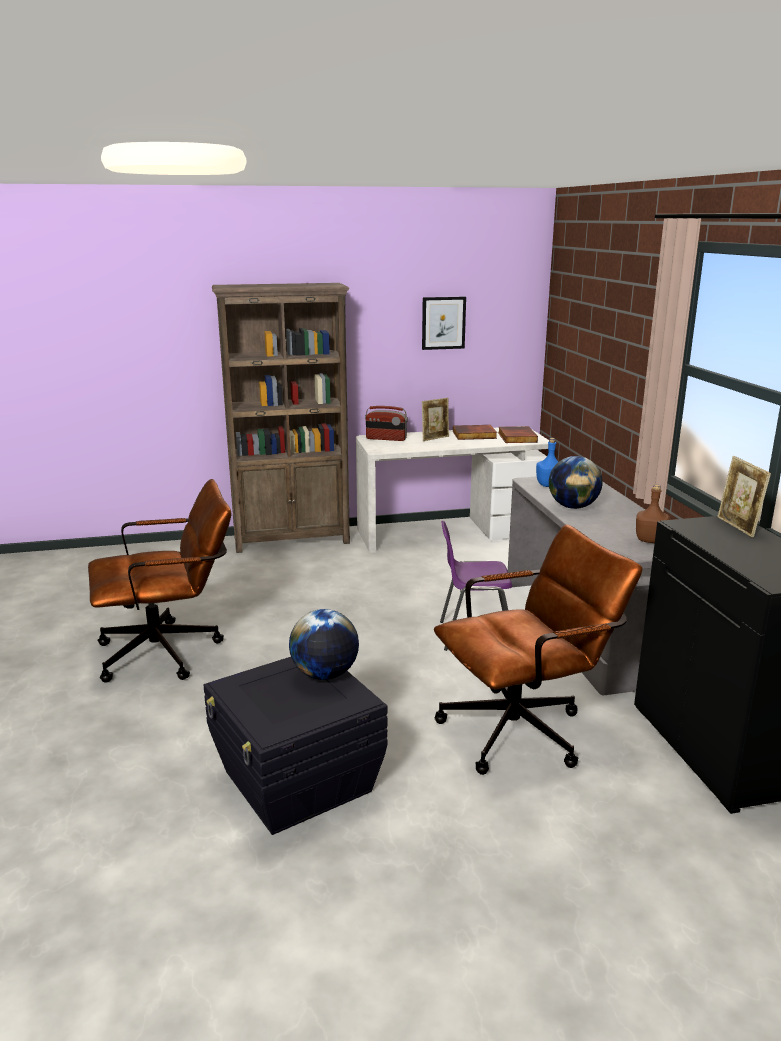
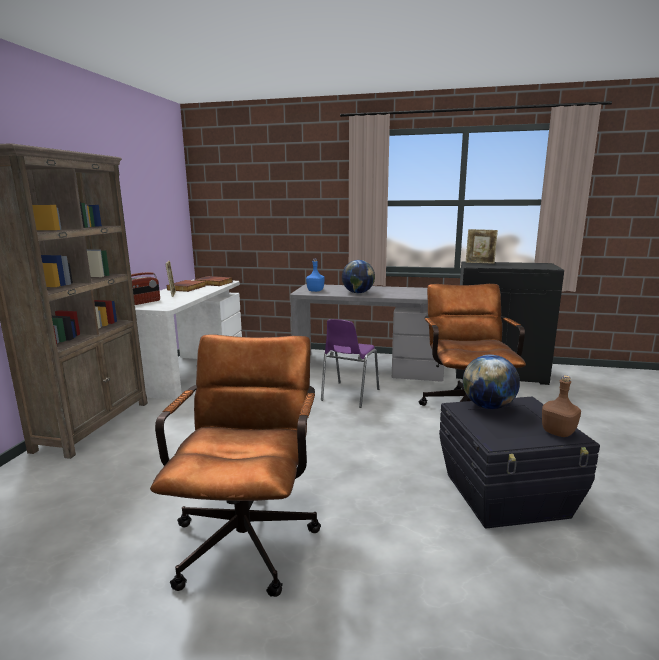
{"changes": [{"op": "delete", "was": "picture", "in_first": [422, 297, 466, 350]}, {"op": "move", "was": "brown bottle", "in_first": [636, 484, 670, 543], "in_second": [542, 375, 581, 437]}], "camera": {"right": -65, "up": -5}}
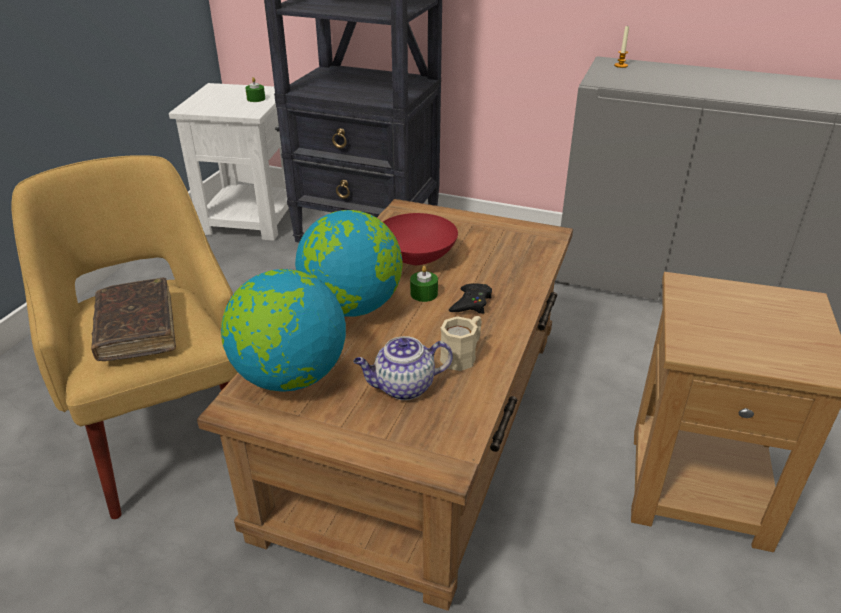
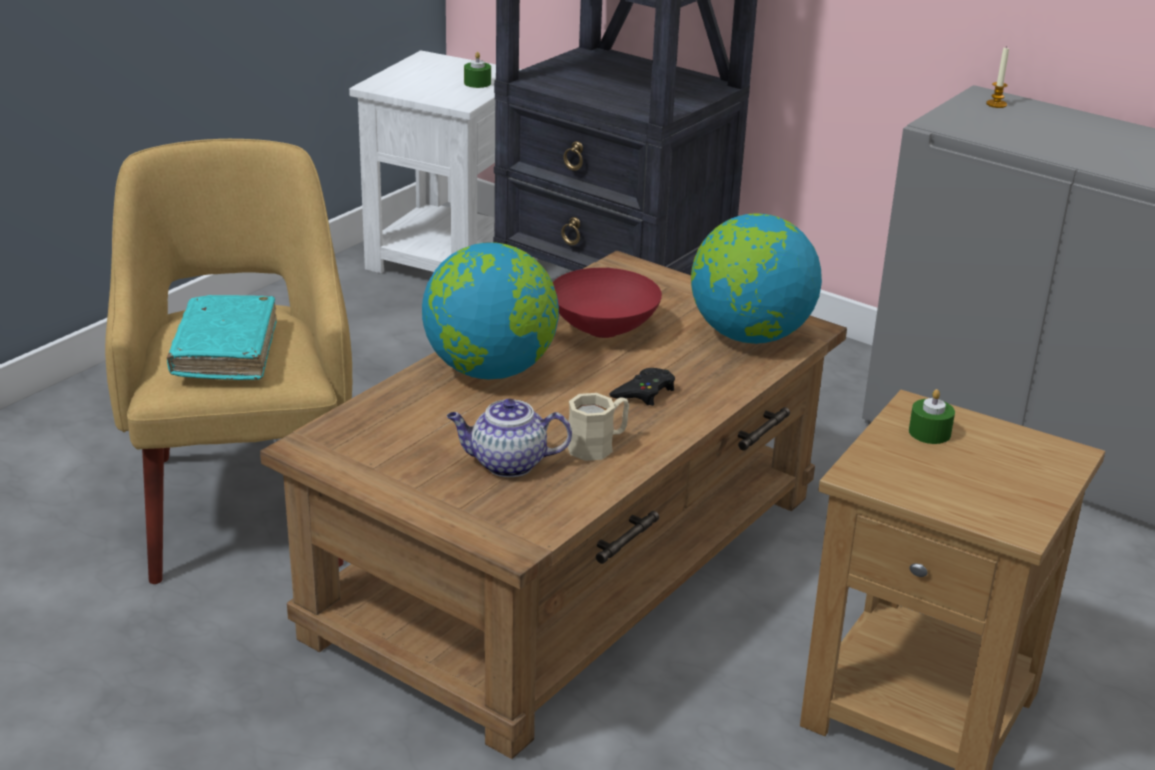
{"changes": [{"op": "move", "was": "globe", "in_first": [221, 269, 346, 392], "in_second": [691, 213, 822, 344]}, {"op": "move", "was": "green candle", "in_first": [410, 266, 438, 302], "in_second": [909, 389, 955, 444]}, {"op": "recolor", "was": "brown book", "now": "turquoise book", "in_first": [91, 278, 176, 361], "in_second": [167, 295, 277, 380]}], "camera": {"right": 15, "up": -5}}
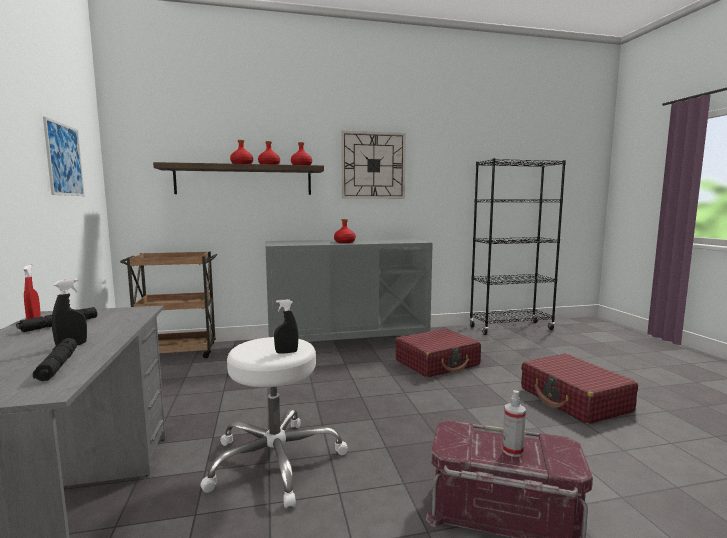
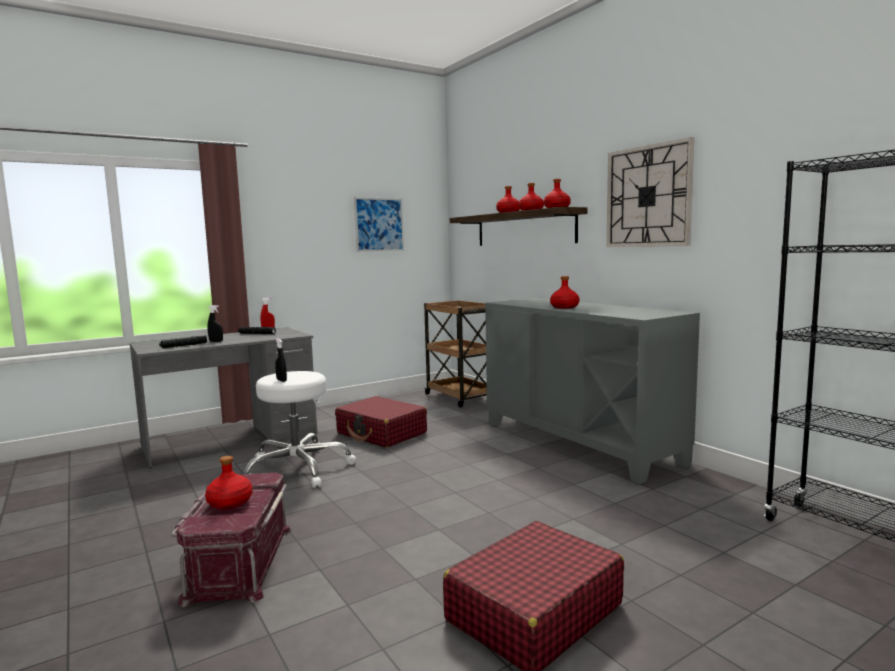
{"changes": [{"op": "move", "was": "red suitcase", "in_first": [395, 329, 481, 377], "in_second": [335, 396, 427, 448]}, {"op": "replace", "was": "spray bottle", "now": "red bottle", "in_first": [502, 390, 526, 457], "in_second": [205, 456, 252, 509]}], "camera": {"right": 70, "up": 0}}
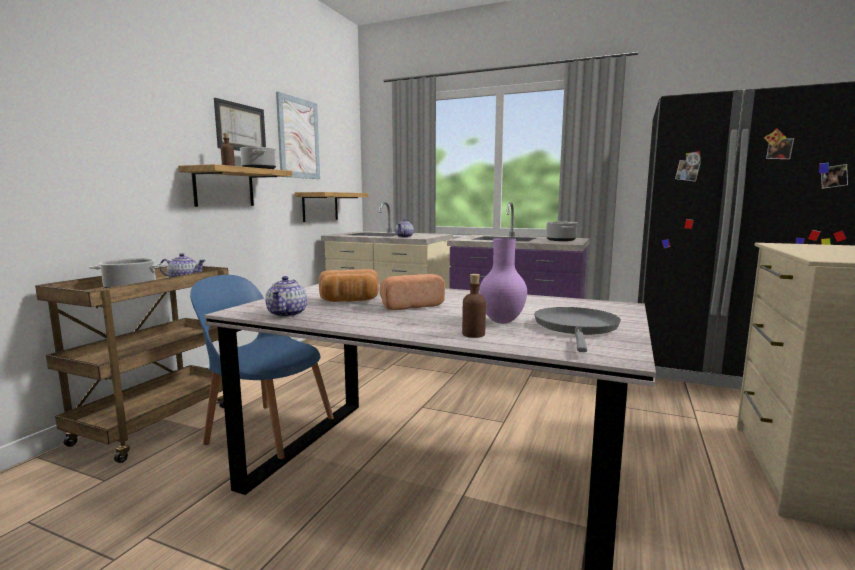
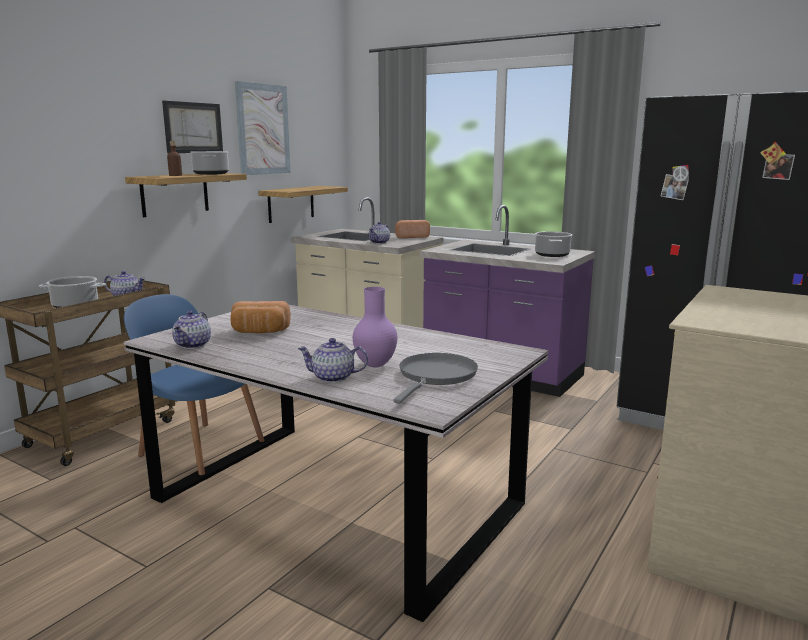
{"changes": [{"op": "move", "was": "bread", "in_first": [380, 274, 445, 310], "in_second": [395, 220, 430, 238]}, {"op": "replace", "was": "brown bottle", "now": "teapot", "in_first": [462, 274, 486, 338], "in_second": [297, 338, 368, 383]}], "camera": {"right": 10, "up": 5}}
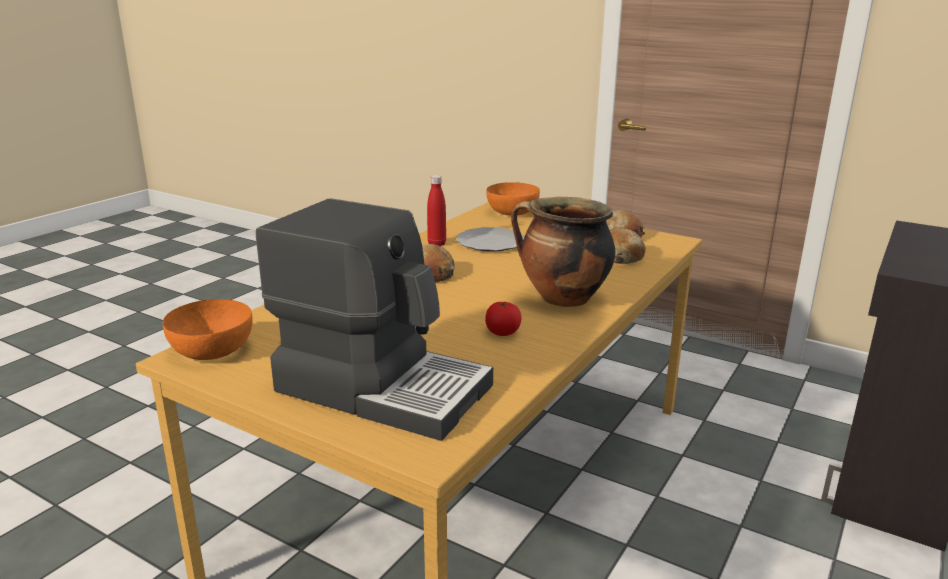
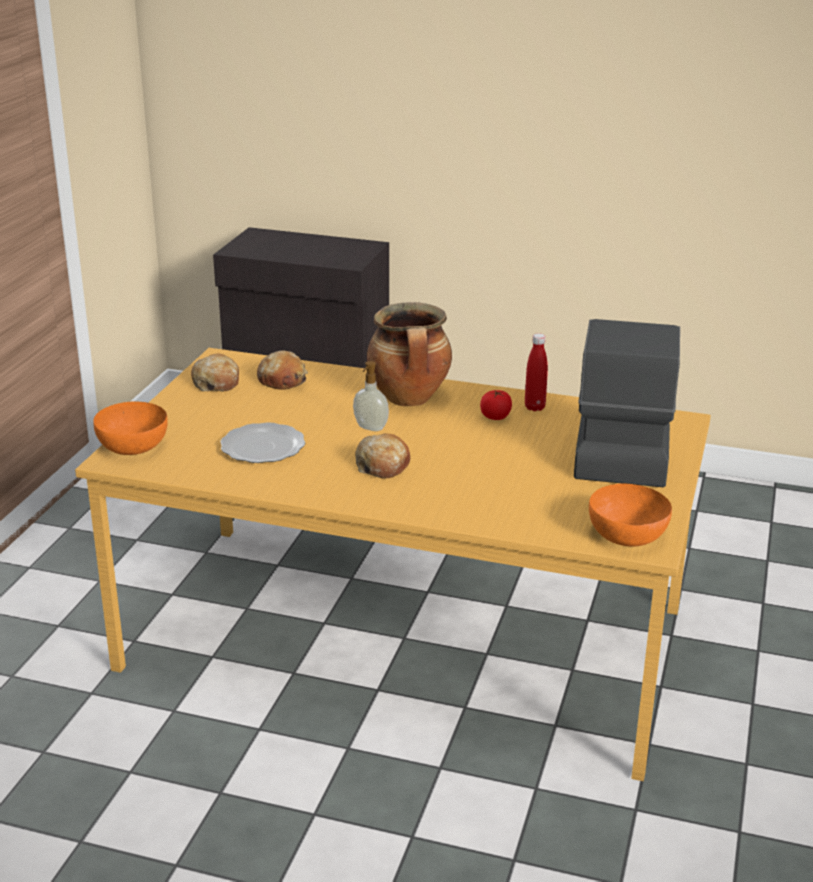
{"changes": [{"op": "insert", "now": "soap dispenser", "in_second": [353, 361, 389, 431]}, {"op": "move", "was": "red bottle", "in_first": [427, 175, 446, 246], "in_second": [525, 333, 548, 411]}], "camera": {"right": -105, "up": 5}}
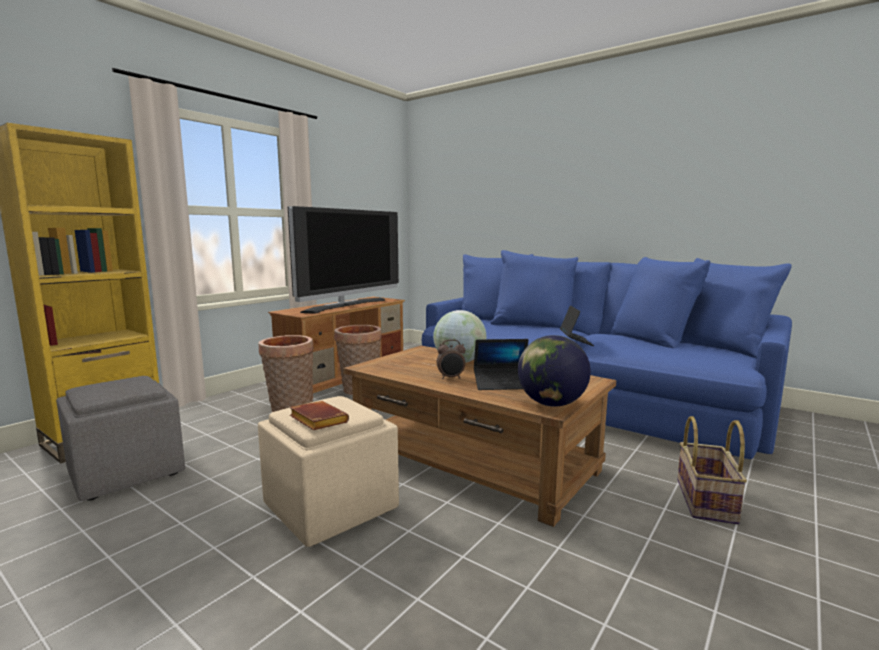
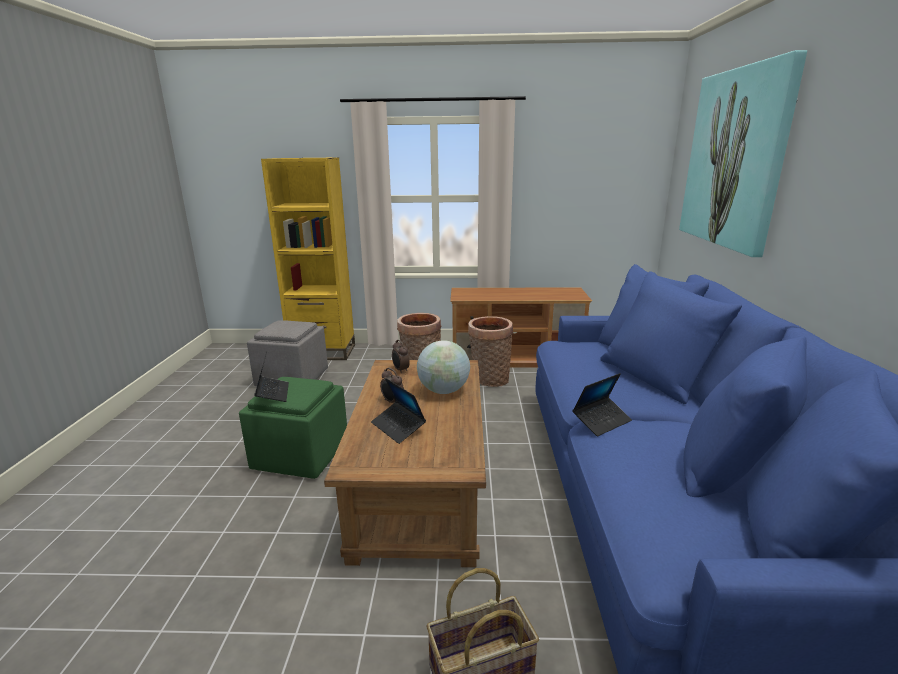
{"changes": [{"op": "delete", "was": "television", "in_first": [288, 206, 399, 313]}, {"op": "delete", "was": "globe", "in_first": [518, 335, 591, 407]}, {"op": "insert", "now": "alarm clock", "in_second": [392, 340, 410, 374]}, {"op": "insert", "now": "picture", "in_second": [679, 50, 807, 257]}, {"op": "replace", "was": "brown book", "now": "laptop", "in_first": [290, 401, 349, 430], "in_second": [254, 351, 289, 402]}, {"op": "recolor", "was": "beige ottoman", "now": "green ottoman", "in_first": [258, 396, 399, 547], "in_second": [239, 377, 347, 479]}], "camera": {"right": 55, "up": 10}}
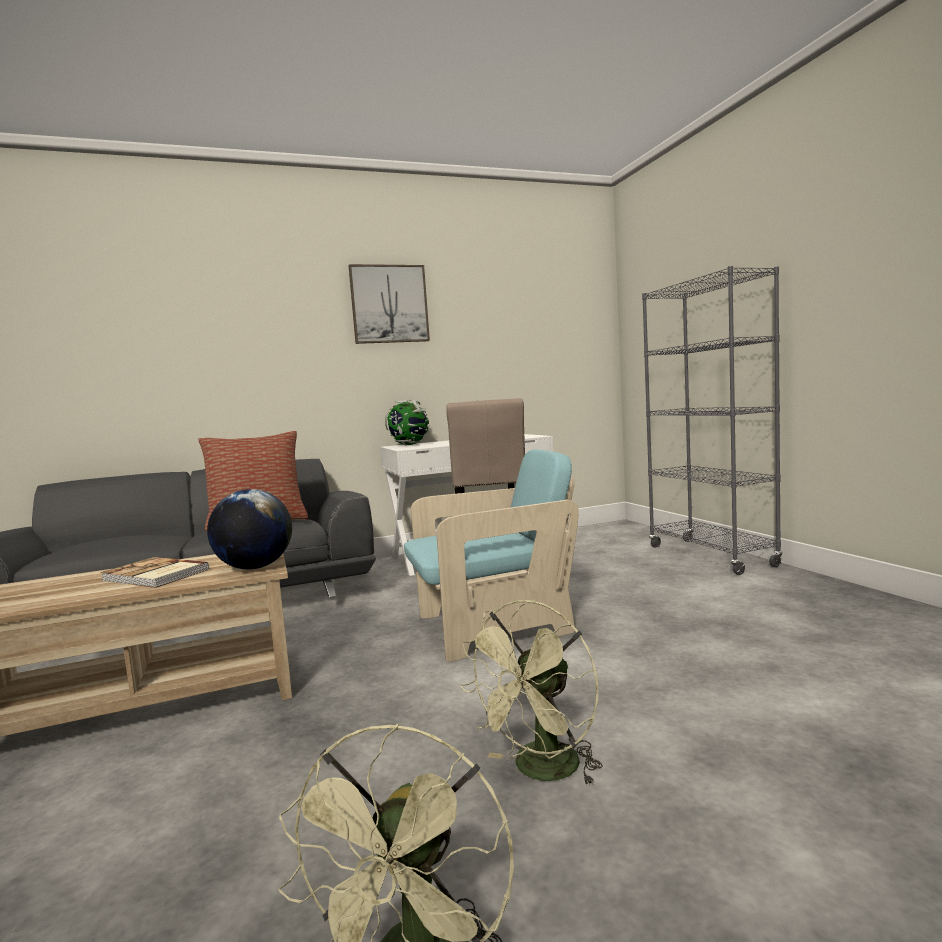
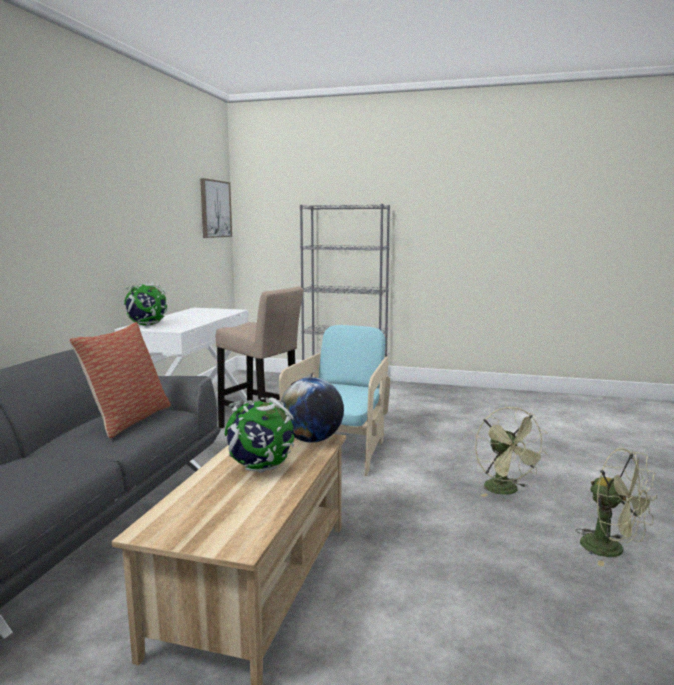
{"changes": [{"op": "move", "was": "picture", "in_first": [349, 264, 430, 344], "in_second": [200, 178, 232, 238]}, {"op": "replace", "was": "book", "now": "globe", "in_first": [100, 557, 209, 588], "in_second": [225, 397, 294, 473]}], "camera": {"right": -55, "up": 5}}
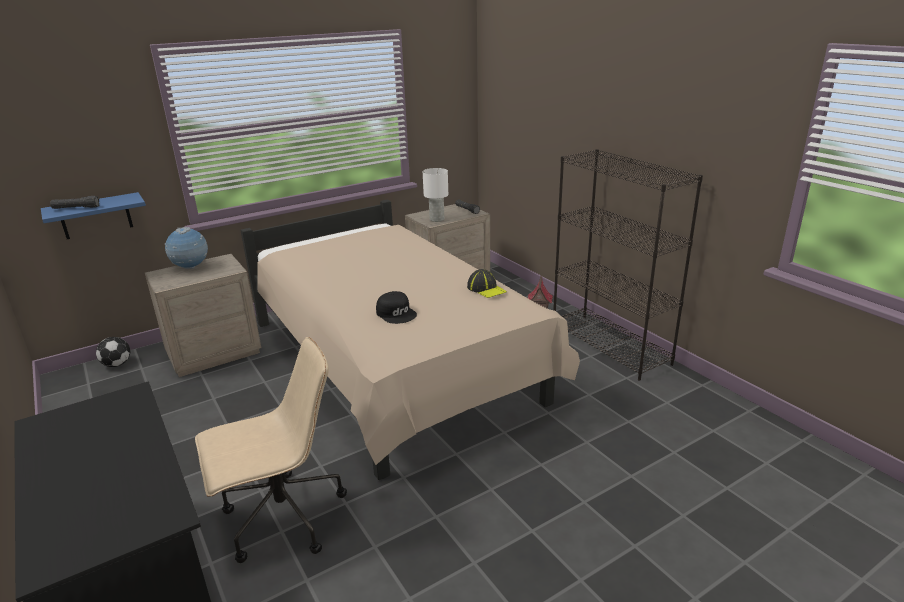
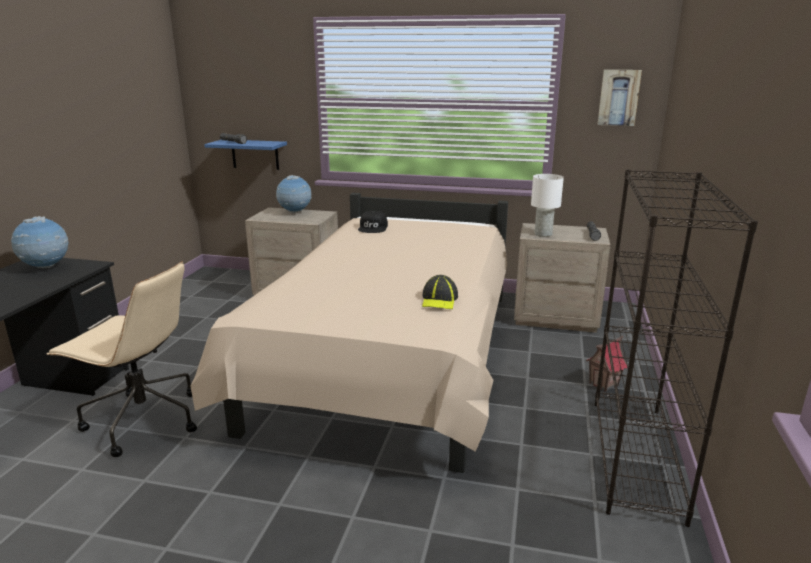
{"changes": [{"op": "delete", "was": "football", "in_first": [96, 337, 130, 367]}, {"op": "insert", "now": "globe", "in_second": [11, 216, 68, 268]}, {"op": "insert", "now": "picture", "in_second": [598, 70, 642, 126]}, {"op": "move", "was": "black cap", "in_first": [376, 291, 417, 324], "in_second": [358, 211, 388, 233]}], "camera": {"right": 45, "up": -5}}
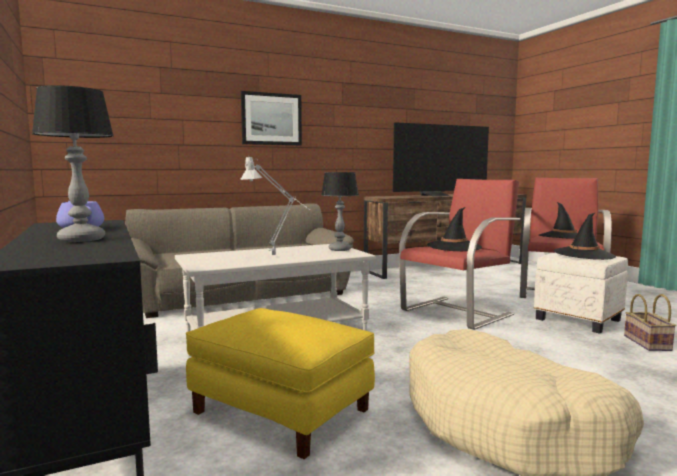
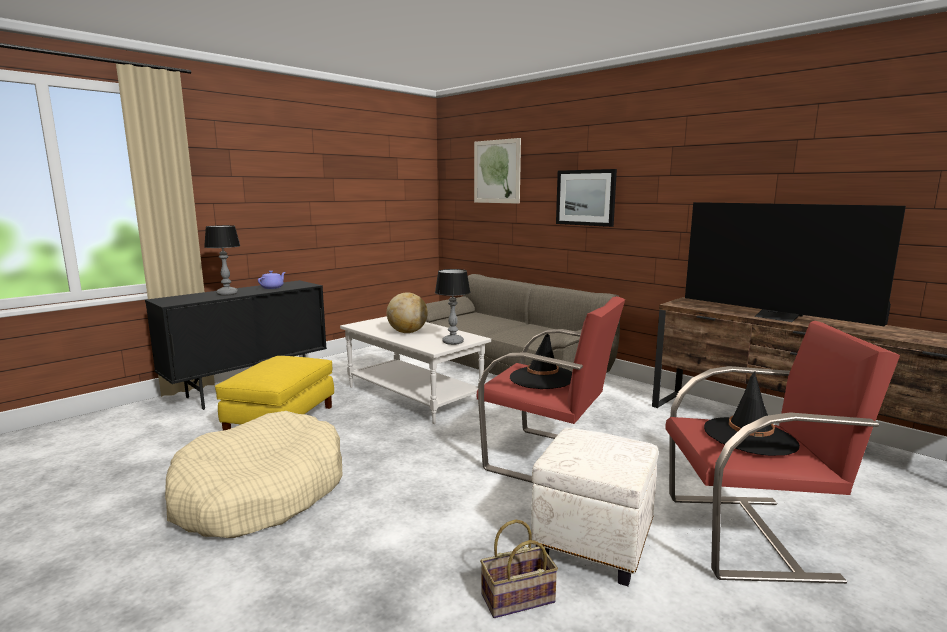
{"changes": [{"op": "delete", "was": "black hat", "in_first": [554, 212, 616, 260]}, {"op": "insert", "now": "picture", "in_second": [474, 138, 521, 204]}, {"op": "replace", "was": "grey table lamp", "now": "globe", "in_first": [241, 157, 311, 255], "in_second": [387, 293, 428, 333]}], "camera": {"right": 70, "up": 5}}
